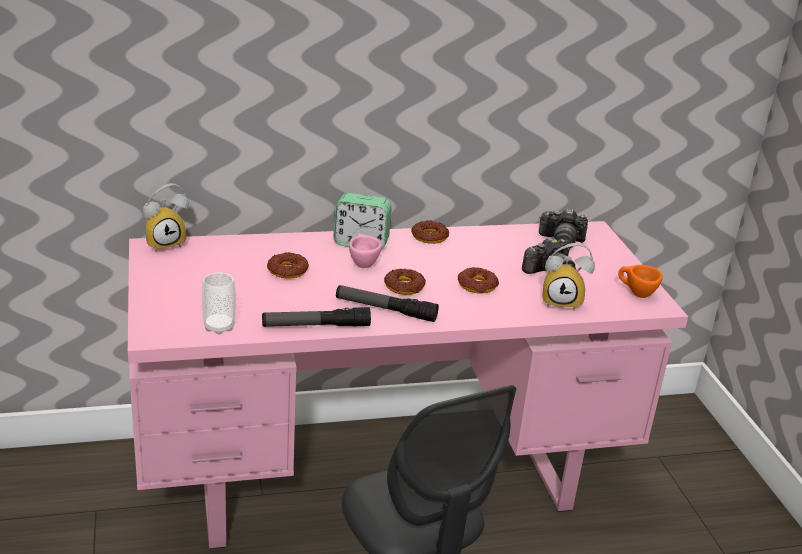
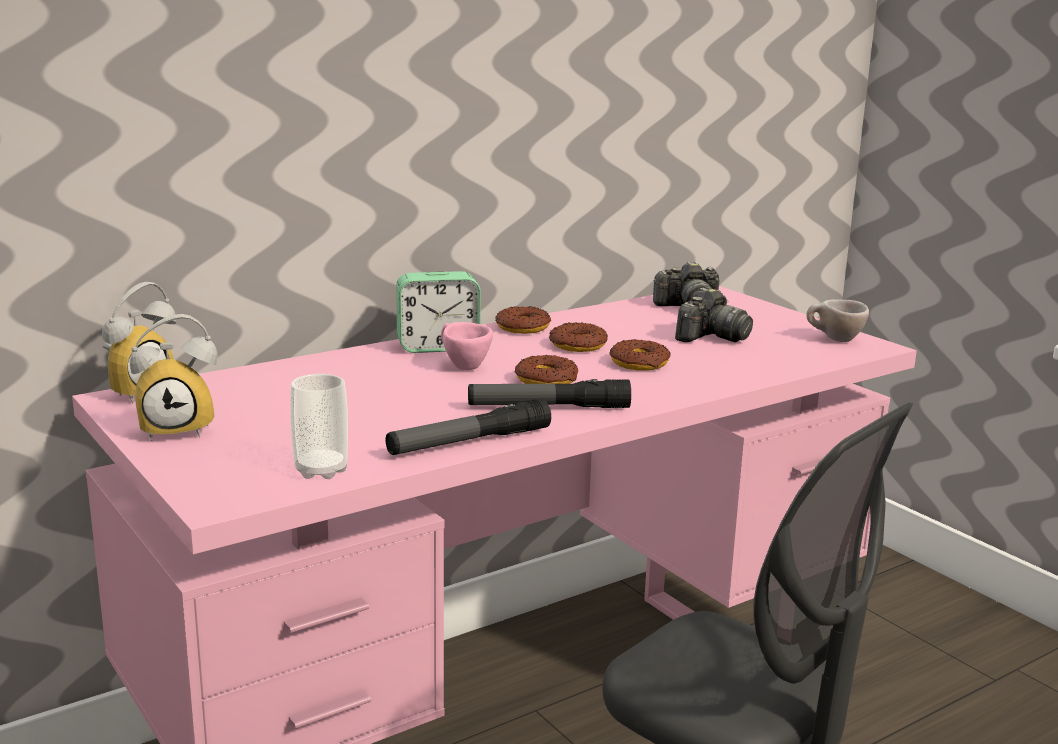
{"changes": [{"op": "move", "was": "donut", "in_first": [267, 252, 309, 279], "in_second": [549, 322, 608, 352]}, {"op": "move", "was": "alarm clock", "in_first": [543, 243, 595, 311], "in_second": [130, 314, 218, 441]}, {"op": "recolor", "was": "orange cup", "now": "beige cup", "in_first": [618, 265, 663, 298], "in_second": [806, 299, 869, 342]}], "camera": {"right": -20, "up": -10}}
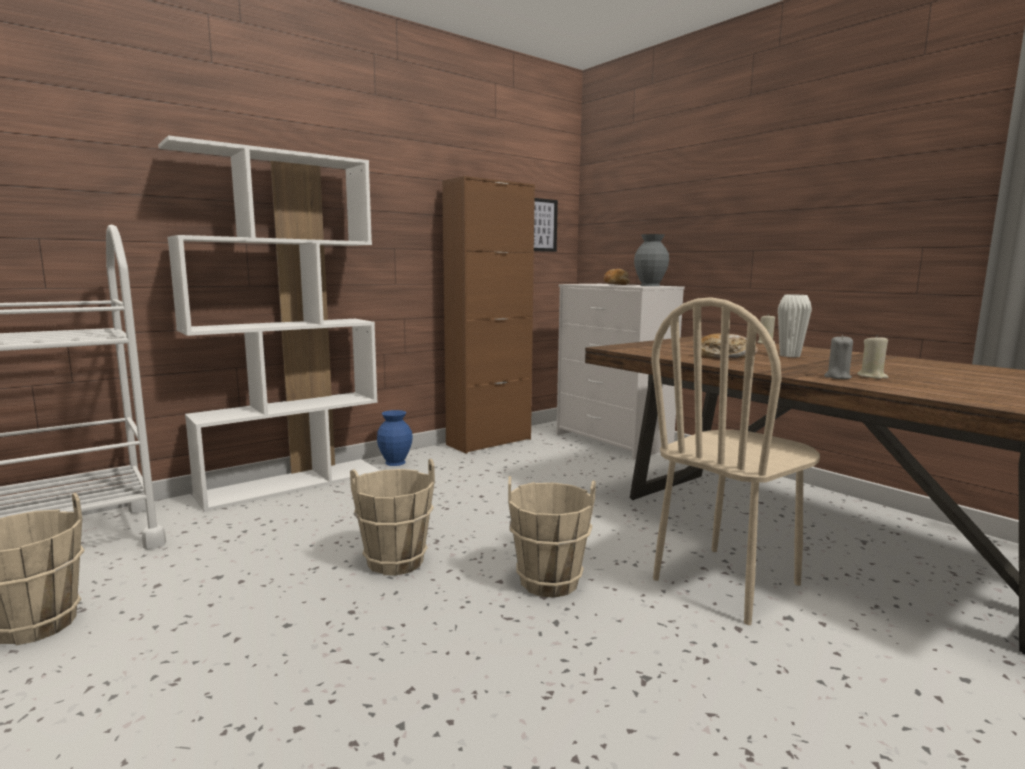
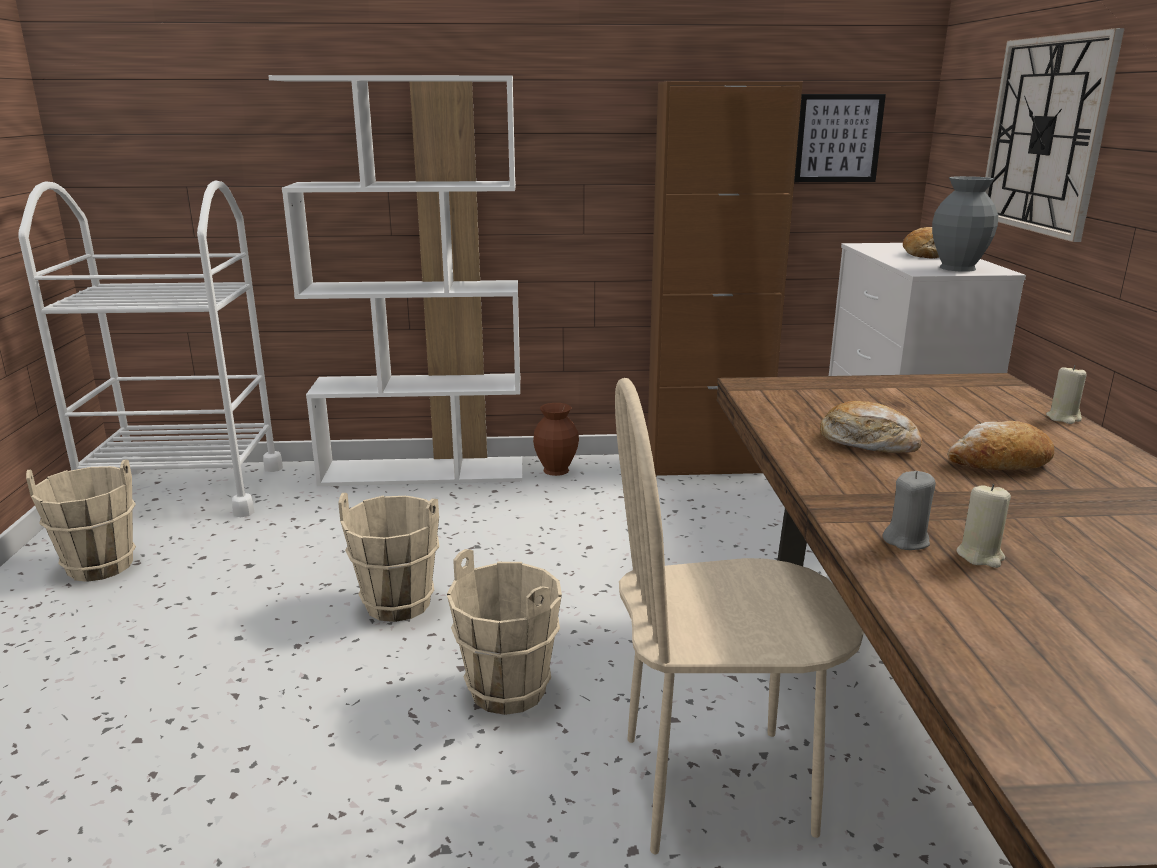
{"changes": [{"op": "insert", "now": "wall clock", "in_second": [985, 28, 1125, 242]}, {"op": "replace", "was": "white vase", "now": "bread", "in_first": [778, 294, 812, 357], "in_second": [947, 421, 1054, 470]}, {"op": "recolor", "was": "blue vase", "now": "brown vase", "in_first": [377, 410, 413, 466], "in_second": [533, 403, 579, 476]}], "camera": {"right": 35, "up": 10}}
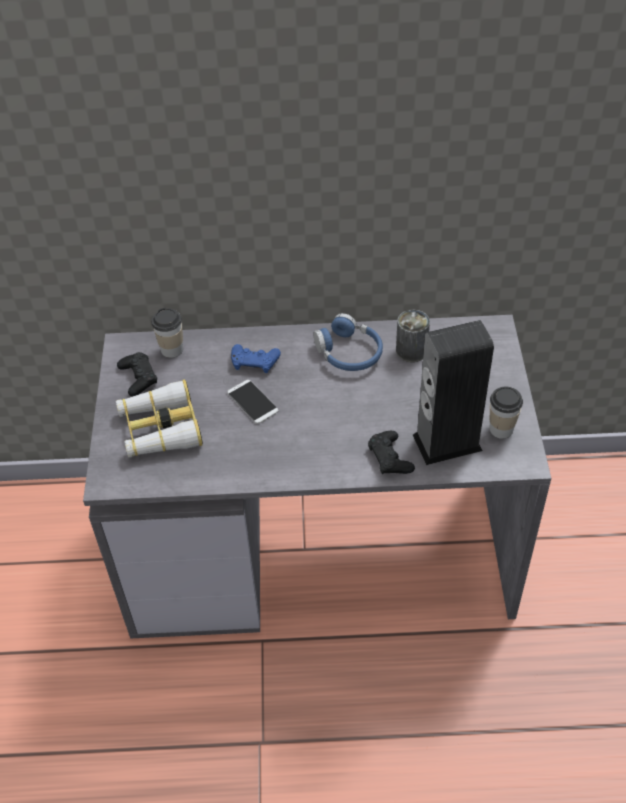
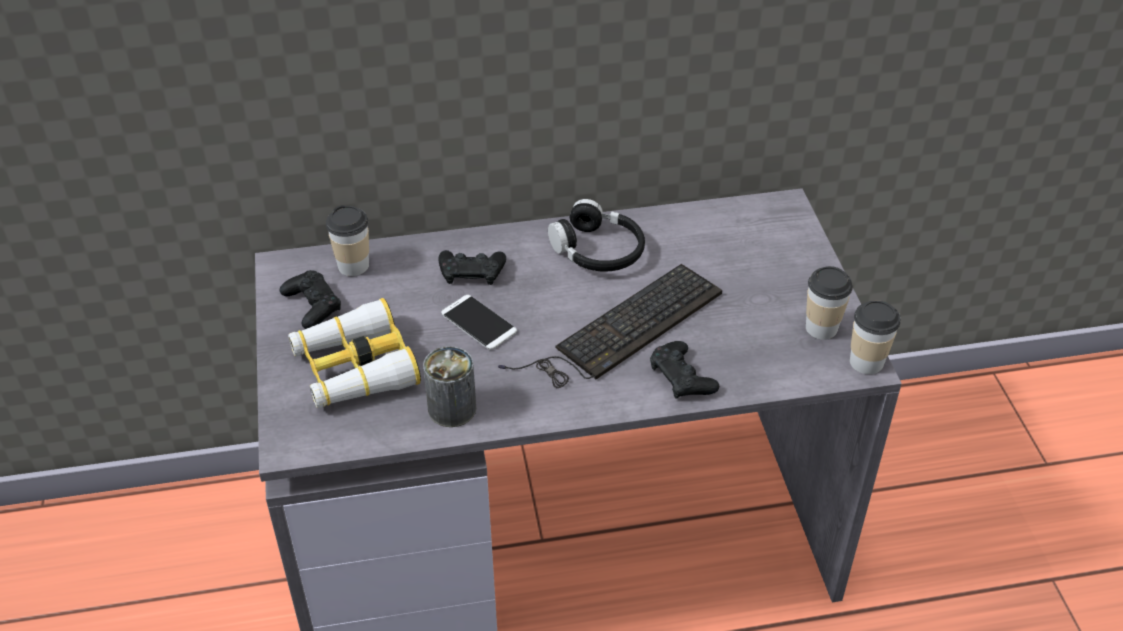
{"changes": [{"op": "delete", "was": "speaker", "in_first": [413, 320, 494, 465]}, {"op": "insert", "now": "keyboard", "in_second": [498, 264, 722, 388]}, {"op": "insert", "now": "cup", "in_second": [850, 300, 901, 374]}, {"op": "move", "was": "can", "in_first": [396, 310, 430, 362], "in_second": [423, 346, 476, 427]}, {"op": "recolor", "was": "blue game controller", "now": "black game controller", "in_first": [231, 344, 281, 373], "in_second": [438, 250, 506, 285]}, {"op": "recolor", "was": "blue headphones", "now": "black headphones", "in_first": [313, 313, 383, 371], "in_second": [548, 199, 645, 272]}], "camera": {"right": -10, "up": -5}}
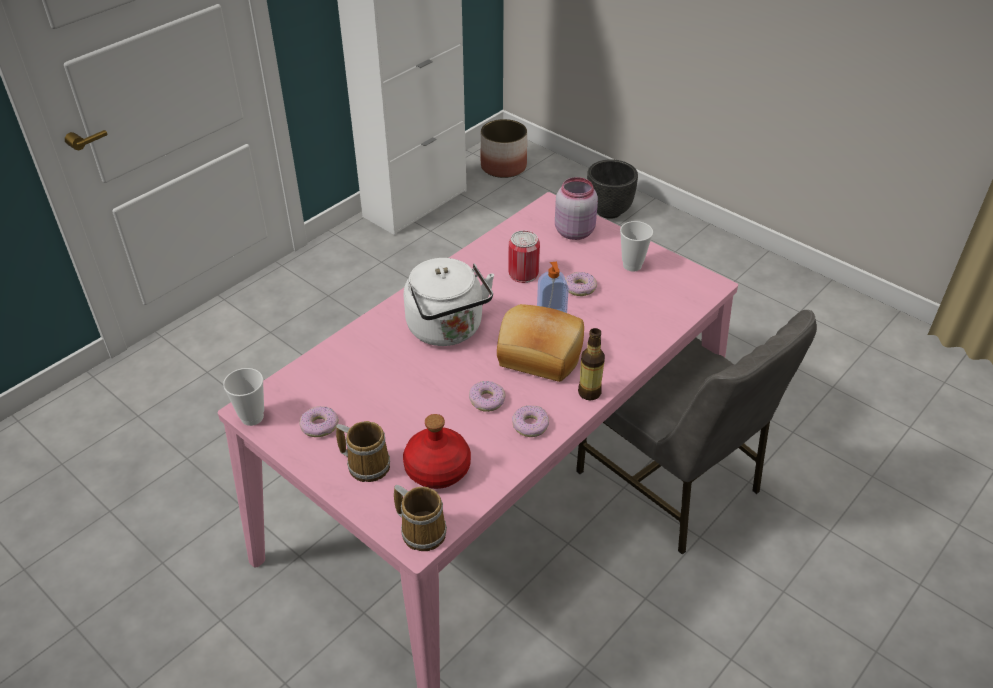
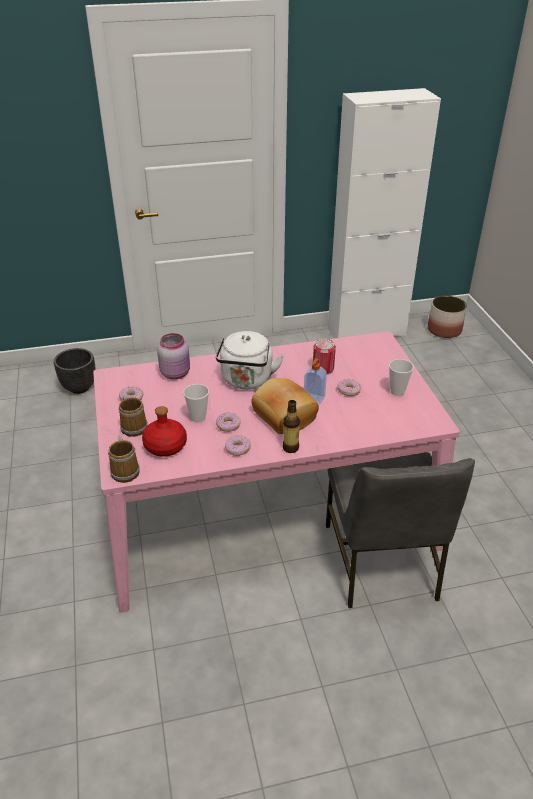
{"changes": [{"op": "move", "was": "cup", "in_first": [223, 368, 264, 426], "in_second": [183, 384, 209, 423]}, {"op": "move", "was": "pink jar", "in_first": [555, 177, 598, 240], "in_second": [157, 333, 190, 380]}, {"op": "move", "was": "black planter", "in_first": [587, 159, 638, 219], "in_second": [54, 348, 96, 394]}], "camera": {"right": 35, "up": -5}}
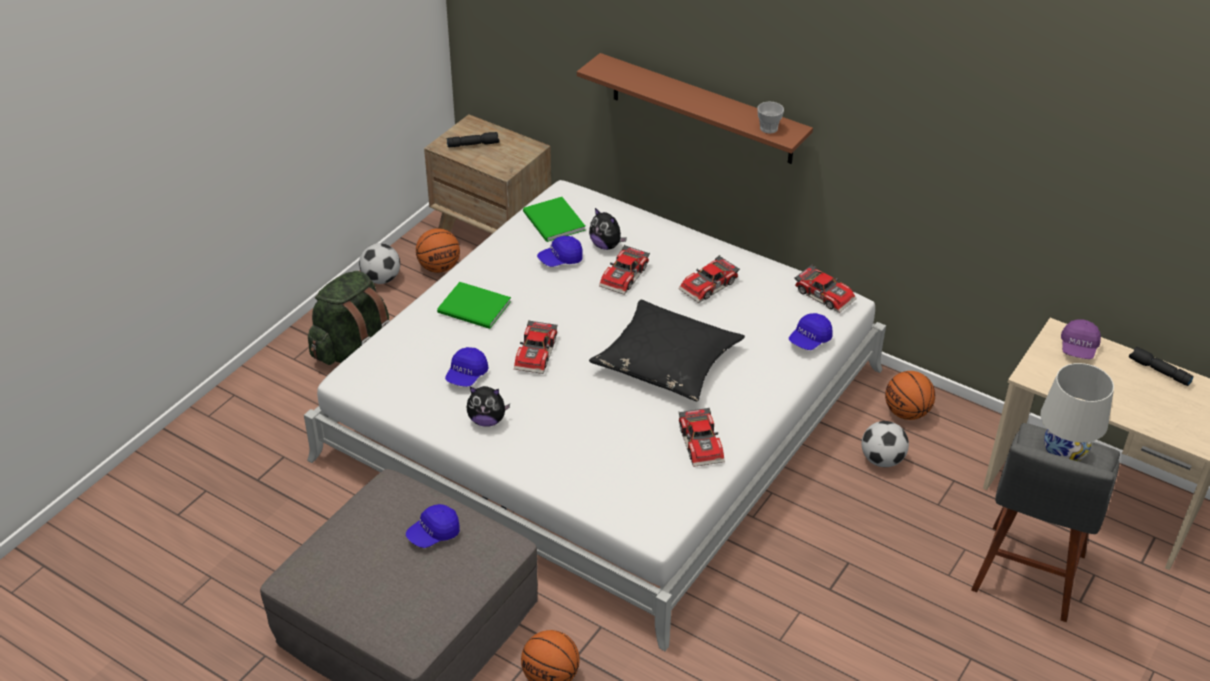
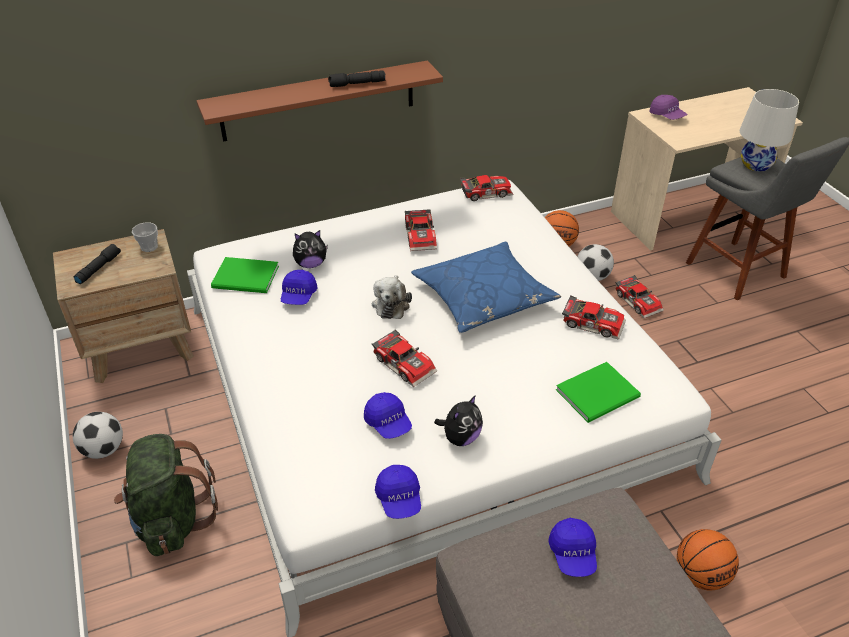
{"changes": [{"op": "delete", "was": "basketball", "in_first": [416, 228, 460, 273]}, {"op": "insert", "now": "plush toy", "in_second": [372, 275, 412, 319]}, {"op": "move", "was": "green book", "in_first": [437, 282, 511, 329], "in_second": [556, 362, 641, 423]}, {"op": "move", "was": "toy car", "in_first": [599, 245, 650, 295], "in_second": [615, 275, 664, 318]}, {"op": "move", "was": "cup", "in_first": [757, 102, 784, 134], "in_second": [132, 222, 158, 252]}, {"op": "move", "was": "blue cap", "in_first": [789, 313, 833, 350], "in_second": [375, 465, 421, 519]}, {"op": "move", "was": "black flashlight", "in_first": [1129, 347, 1194, 386], "in_second": [328, 70, 386, 87]}, {"op": "recolor", "was": "black pillow", "now": "blue pillow", "in_first": [589, 300, 745, 401], "in_second": [411, 242, 561, 333]}], "camera": {"right": -55, "up": 0}}
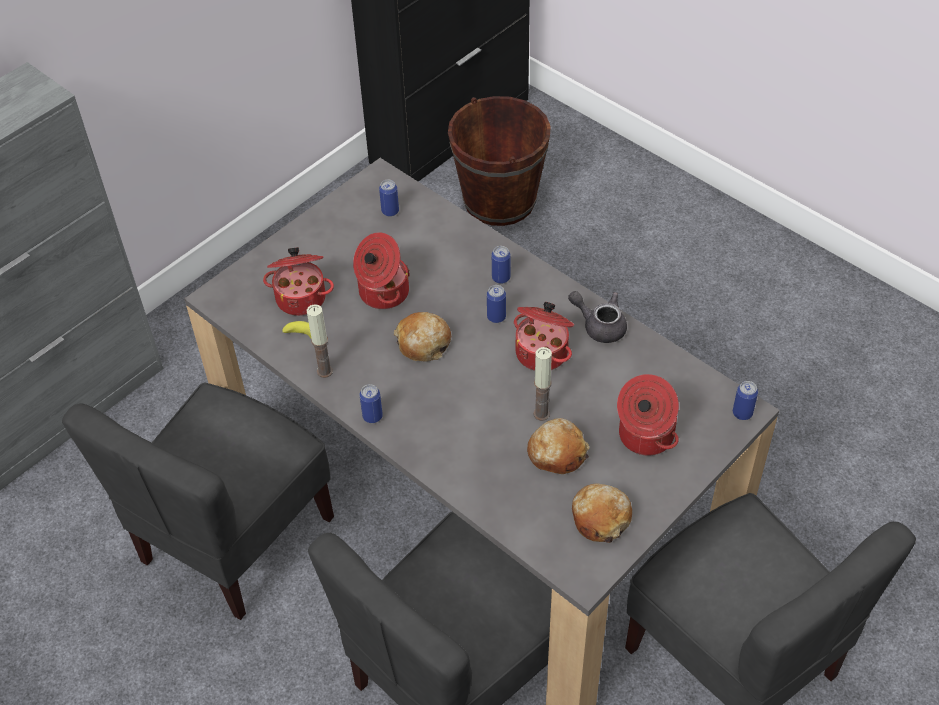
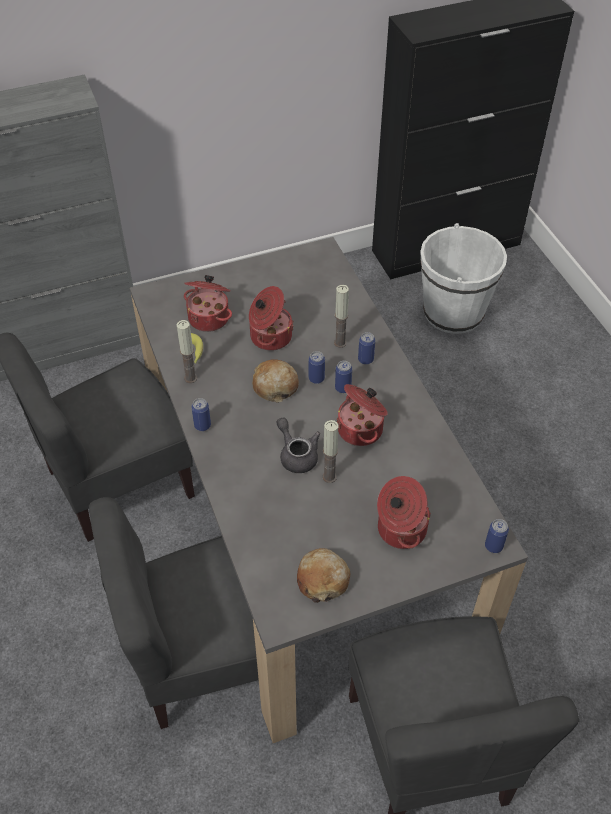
{"changes": [{"op": "delete", "was": "bread", "in_first": [527, 418, 589, 474]}, {"op": "insert", "now": "candle", "in_second": [334, 285, 349, 348]}, {"op": "move", "was": "can", "in_first": [379, 179, 399, 217], "in_second": [309, 351, 325, 384]}, {"op": "move", "was": "grey teapot", "in_first": [568, 291, 627, 343], "in_second": [277, 417, 320, 473]}, {"op": "recolor", "was": "brown bucket", "now": "white bucket", "in_first": [448, 96, 551, 226], "in_second": [420, 223, 507, 334]}], "camera": {"right": 25, "up": 0}}
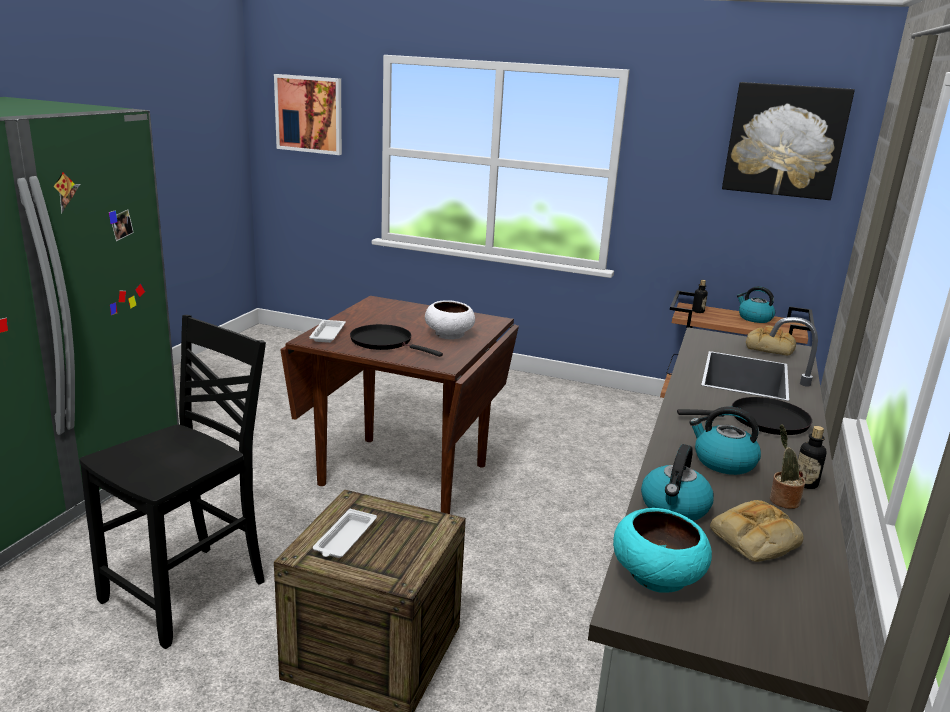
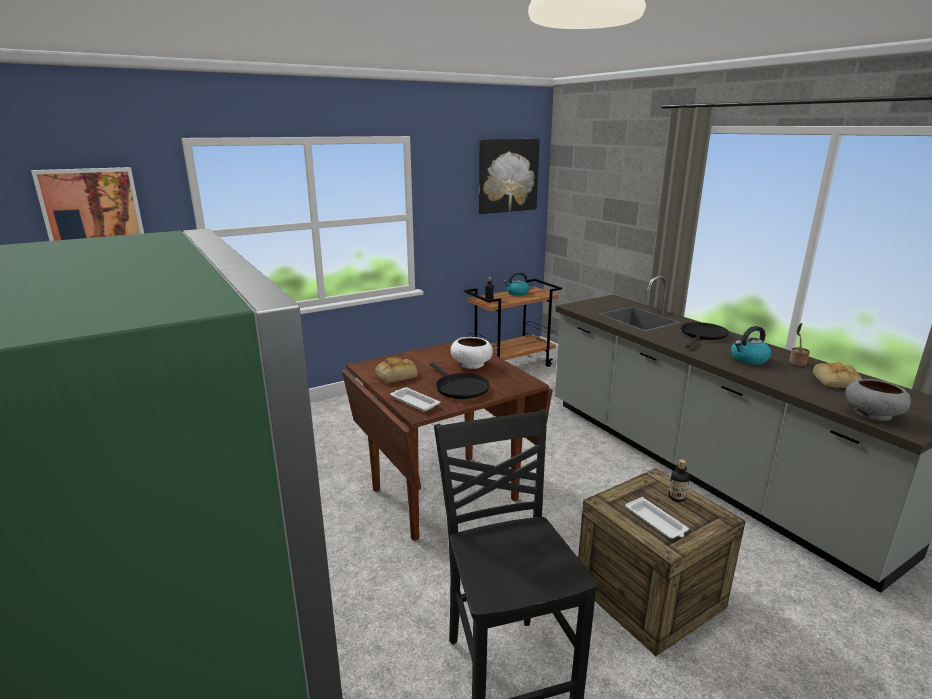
{"changes": [{"op": "delete", "was": "kettle", "in_first": [641, 444, 714, 521]}, {"op": "move", "was": "bread", "in_first": [746, 326, 796, 356], "in_second": [375, 357, 418, 383]}, {"op": "move", "was": "bottle", "in_first": [798, 426, 827, 489], "in_second": [668, 459, 689, 502]}, {"op": "recolor", "was": "turquoise bowl", "now": "grey bowl", "in_first": [613, 508, 712, 593], "in_second": [845, 379, 911, 421]}, {"op": "rotate", "was": "black frying pan", "in_first": [350, 324, 443, 357], "in_second": [429, 362, 490, 399], "clockwise": -105}], "camera": {"right": -50, "up": 0}}
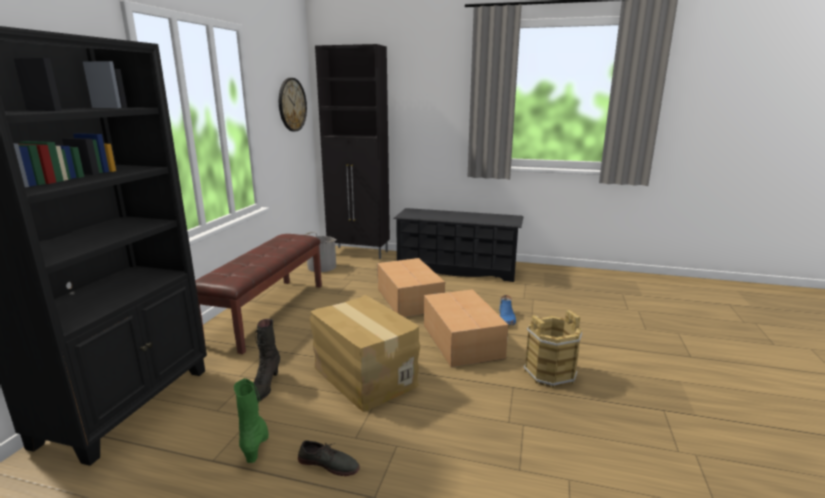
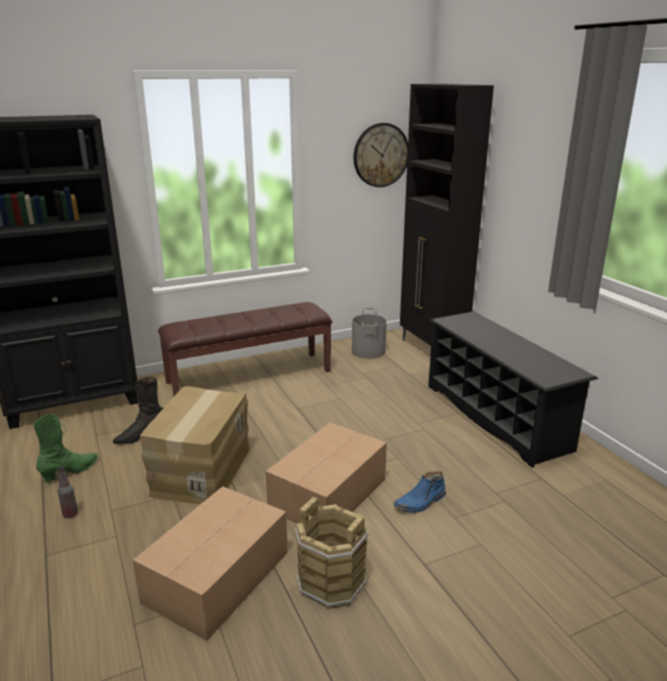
{"changes": [{"op": "move", "was": "cardboard box", "in_first": [377, 258, 445, 317], "in_second": [133, 486, 288, 641]}, {"op": "replace", "was": "grey shoe", "now": "bottle", "in_first": [298, 440, 360, 476], "in_second": [57, 466, 78, 518]}], "camera": {"right": 50, "up": 5}}
